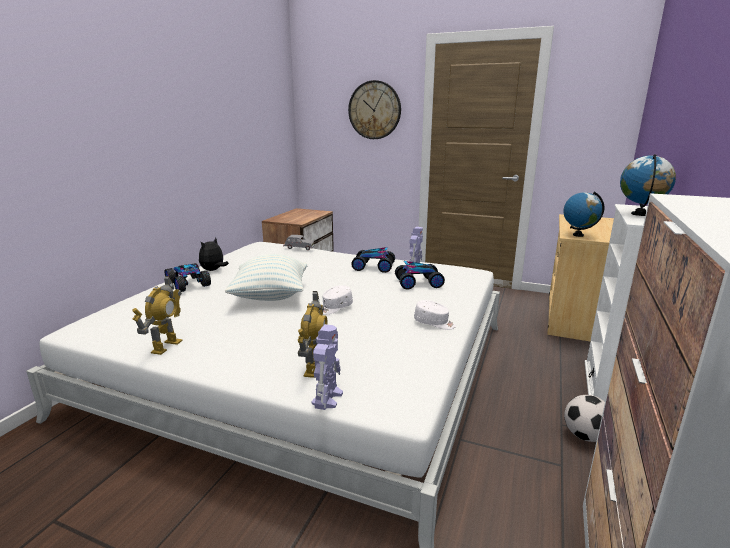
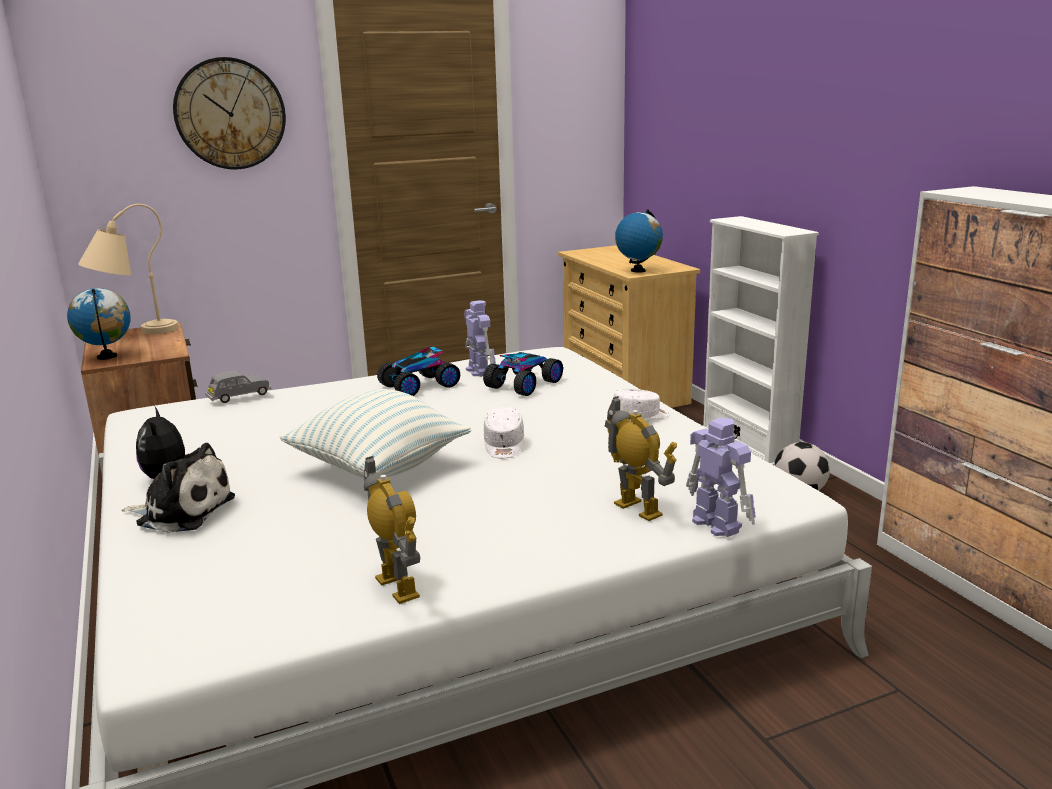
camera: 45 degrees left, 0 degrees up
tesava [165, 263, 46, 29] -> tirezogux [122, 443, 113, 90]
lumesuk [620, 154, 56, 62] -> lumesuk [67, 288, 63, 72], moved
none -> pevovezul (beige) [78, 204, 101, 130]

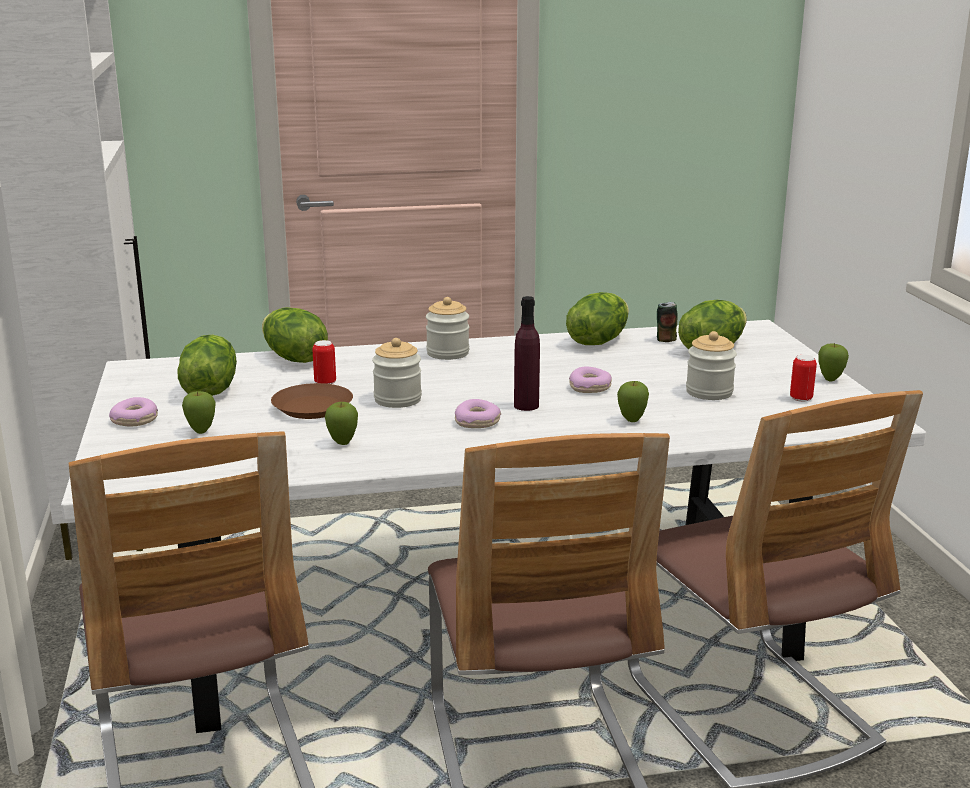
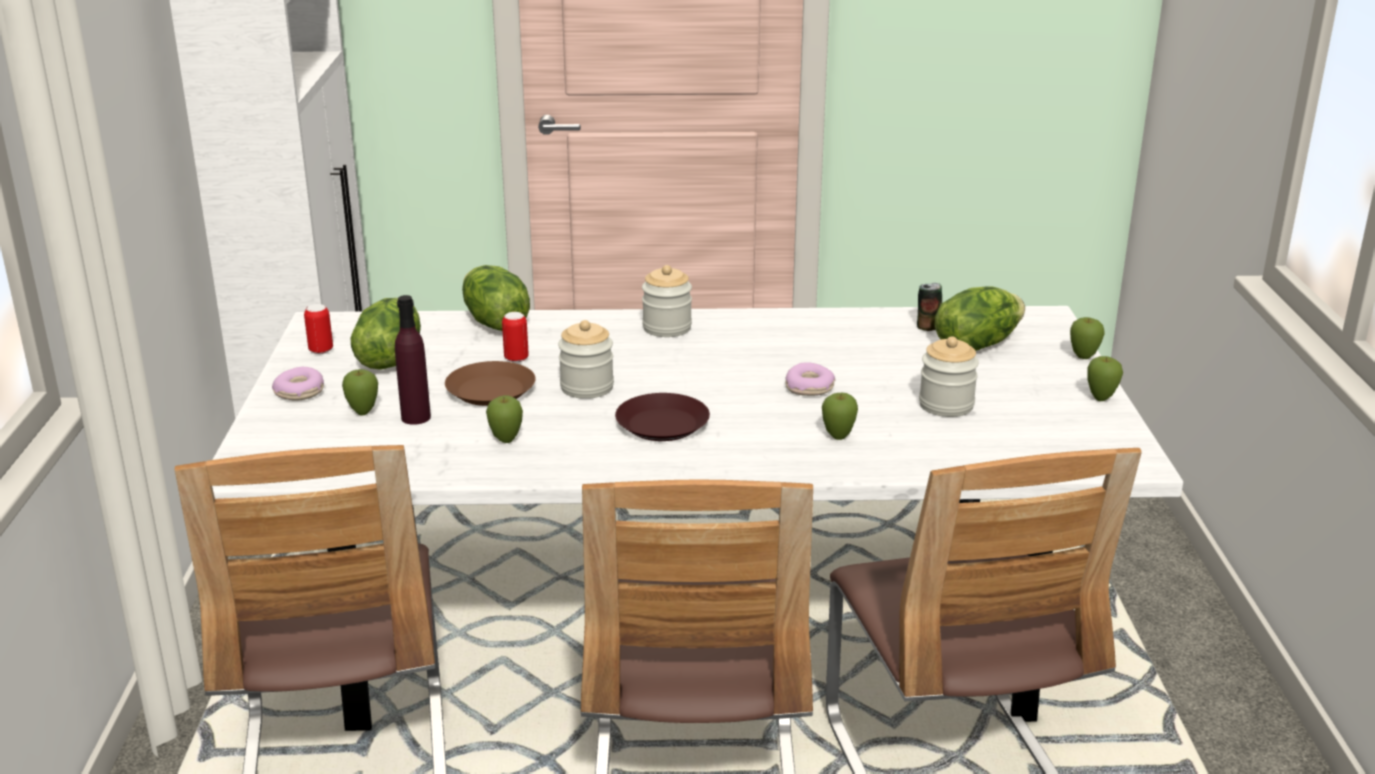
camera: 10 degrees right, 5 degrees up
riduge [455, 399, 46, 29] -> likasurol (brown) [615, 393, 95, 48]
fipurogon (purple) [514, 296, 26, 115] -> fipurogon (purple) [395, 295, 36, 130], moved
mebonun [566, 292, 63, 53] -> none
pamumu [790, 355, 27, 47] -> pamumu [304, 304, 29, 50], moved
none -> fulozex [1070, 317, 35, 42]

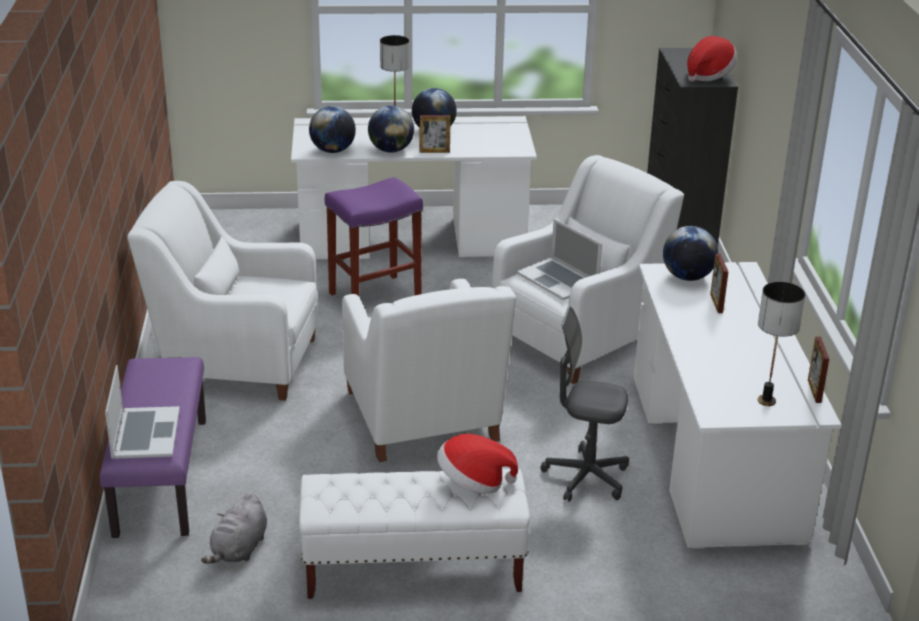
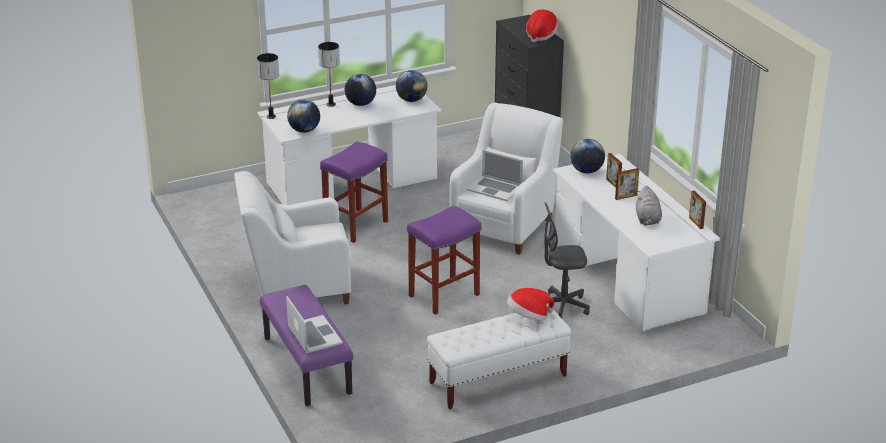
camera: 20 degrees left, 0 degrees up
tirezogux (grey) [201, 493, 66, 71] -> tirezogux (grey) [636, 186, 26, 40], moved
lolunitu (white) [342, 279, 174, 183] -> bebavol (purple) [407, 205, 74, 110]
lumesuk [368, 106, 46, 47] -> lumesuk [396, 70, 31, 32], moved
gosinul [420, 115, 31, 38] -> gosinul [615, 168, 24, 32], moved
pevovezul [758, 282, 47, 124] -> pevovezul [257, 53, 22, 66], moved

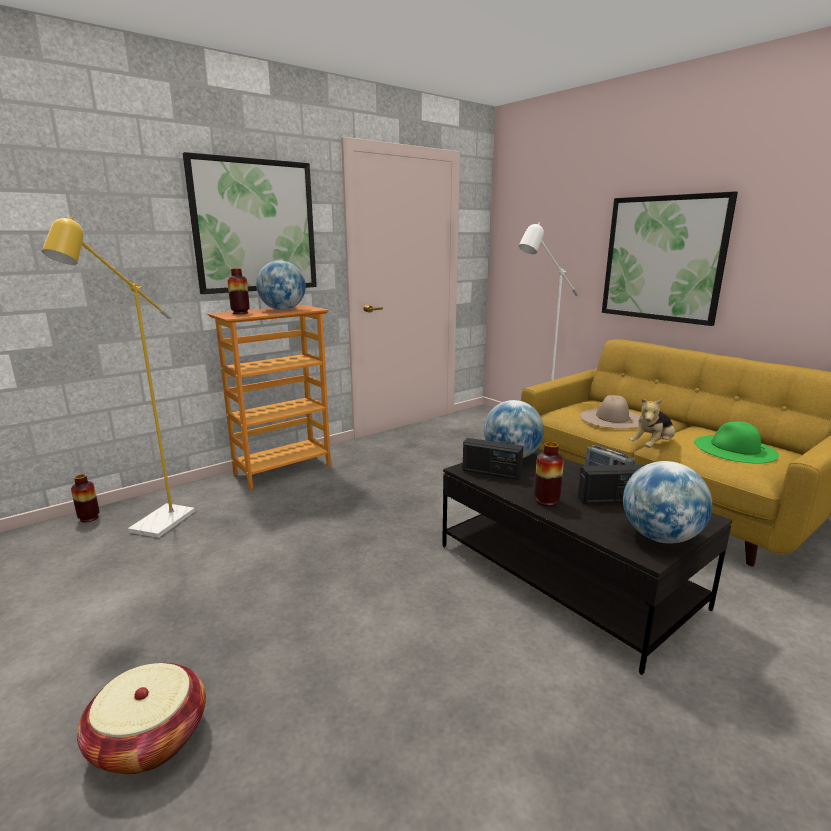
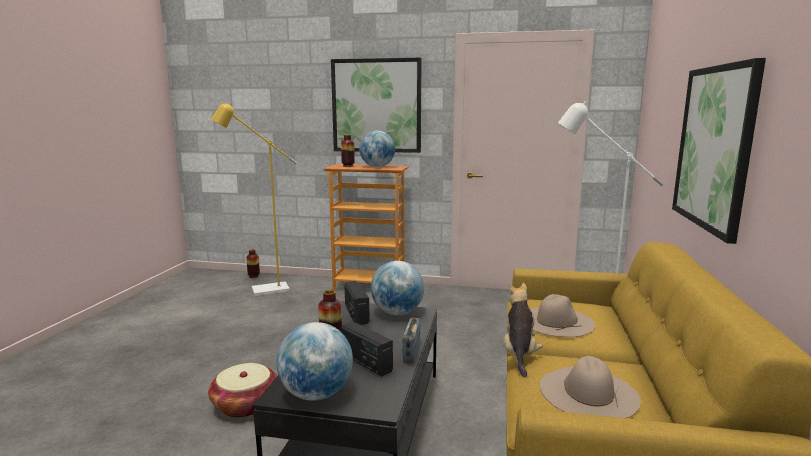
camera: 50 degrees right, 5 degrees down
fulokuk [77, 663, 129, 111] -> fulokuk [208, 363, 69, 55], moved
tirezogux [629, 398, 46, 50] -> tirezogux [504, 283, 39, 94], 90 degrees clockwise
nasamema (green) [694, 421, 85, 42] -> nasamema (beige) [540, 356, 101, 62]

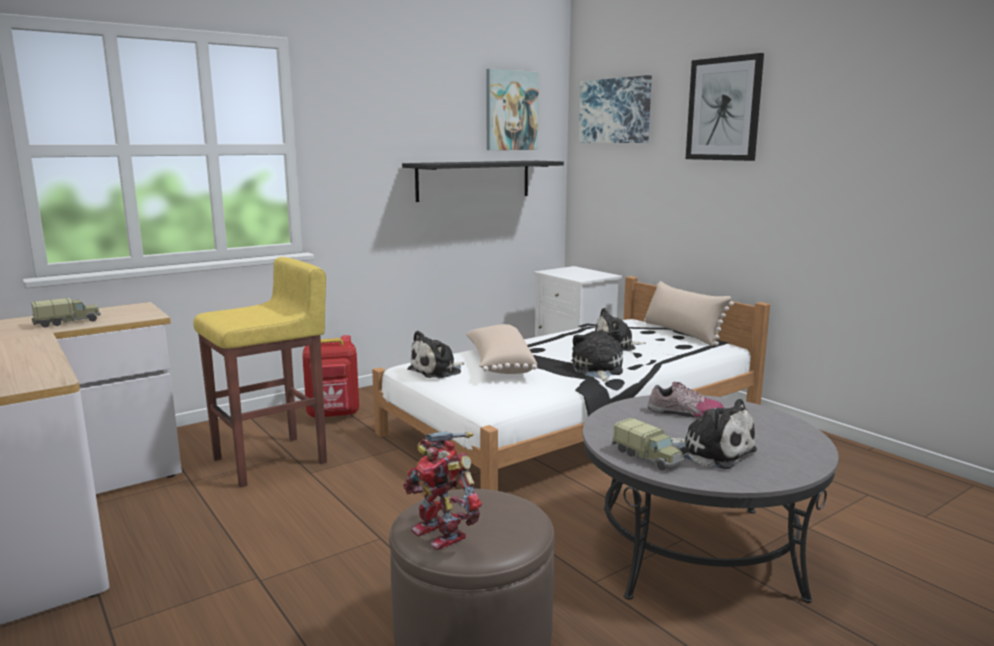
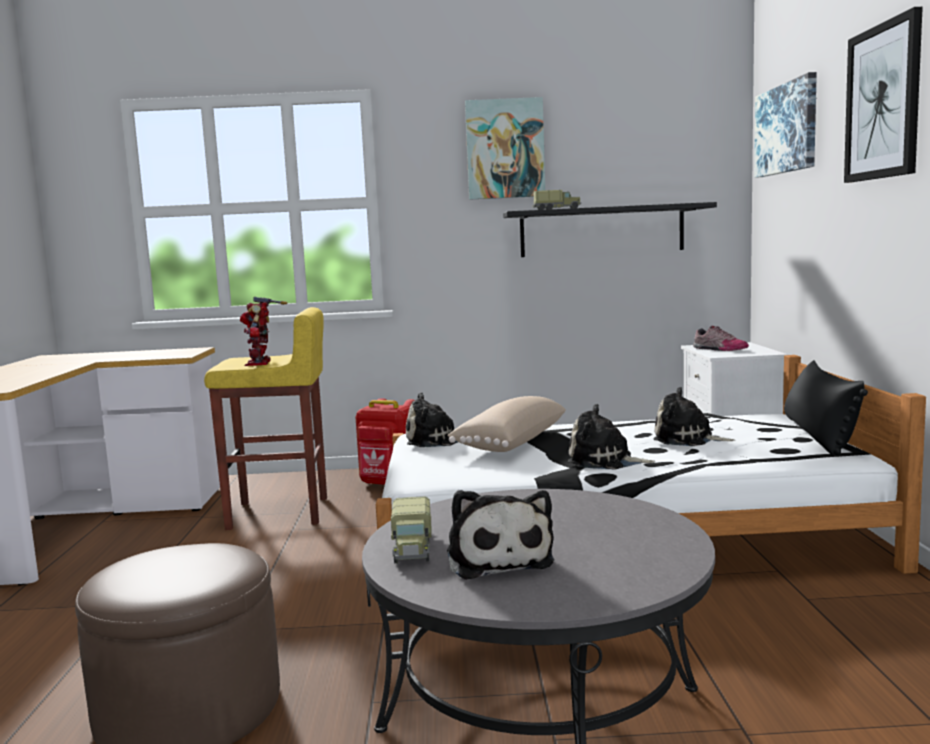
camera: 35 degrees right, 5 degrees down
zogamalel [31, 298, 70, 30] -> zogamalel [533, 190, 48, 20], moved
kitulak [403, 432, 79, 118] -> kitulak [240, 297, 47, 69], moved
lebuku [486, 69, 53, 81] -> lebuku [465, 97, 80, 103], moved
tirezogux [572, 330, 51, 52] -> tirezogux [568, 404, 87, 66], 105 degrees counterclockwise
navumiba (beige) [644, 281, 90, 65] -> navumiba (black) [784, 360, 84, 95]
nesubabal [647, 382, 77, 36] -> nesubabal [693, 326, 56, 25], moved

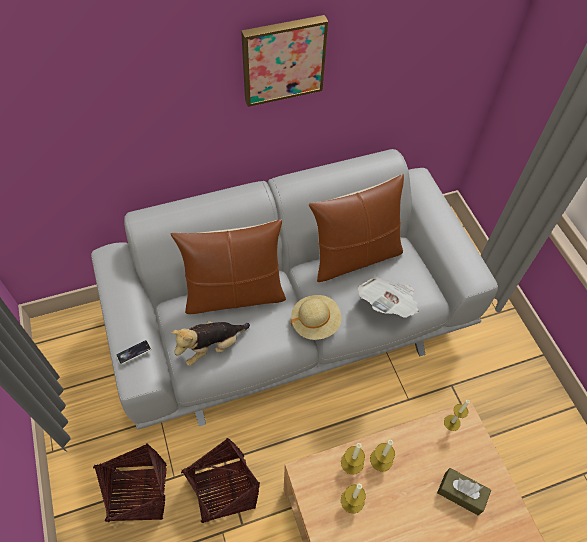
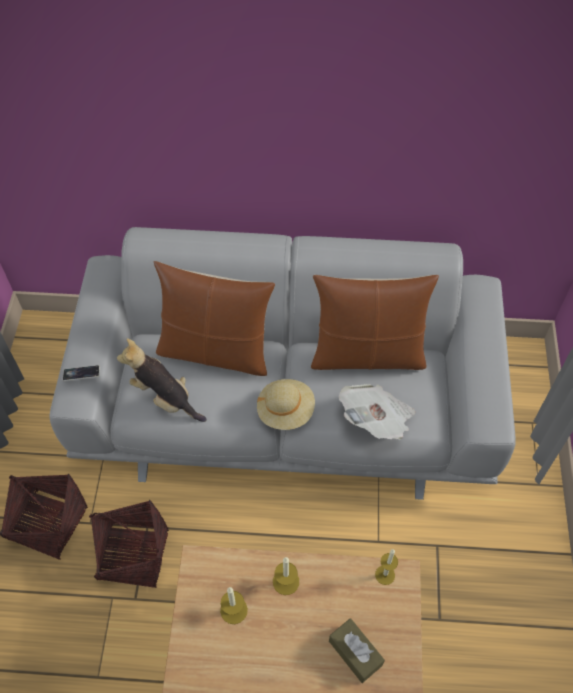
camera: 25 degrees right, 0 degrees up
tirezogux [171, 321, 79, 45] -> tirezogux [117, 339, 90, 83], 45 degrees clockwise
lebuku [241, 15, 87, 92] -> none
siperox [341, 443, 24, 32] -> none

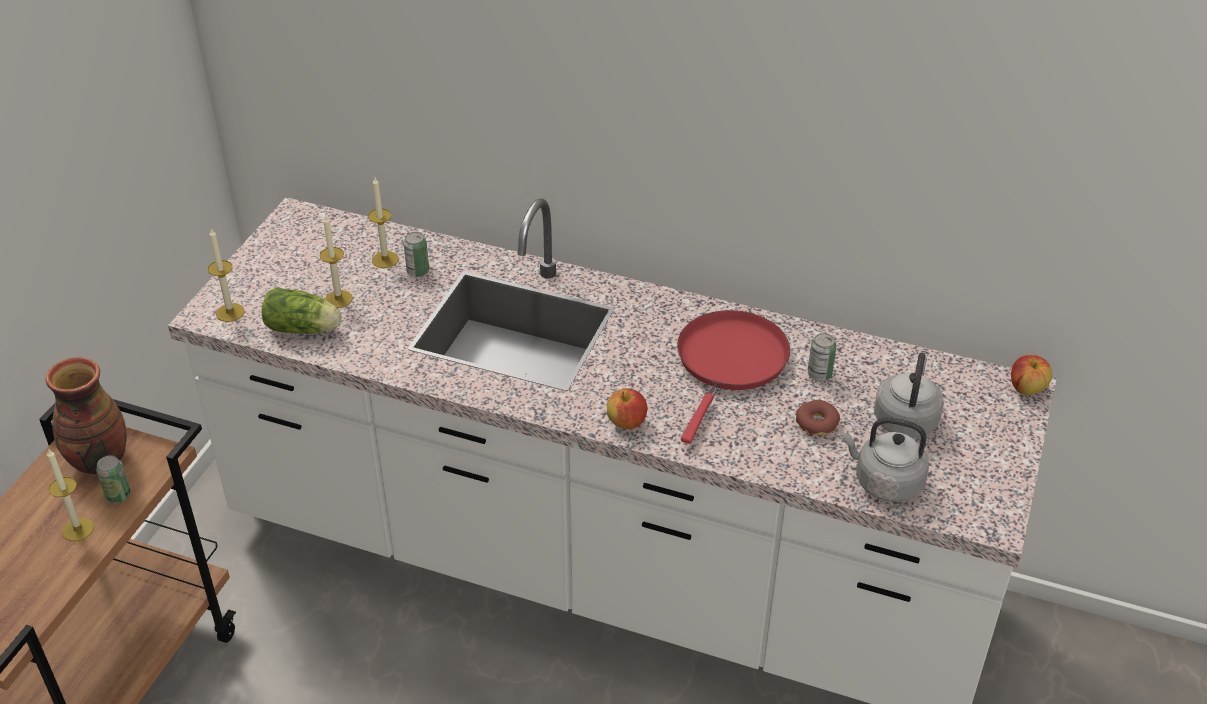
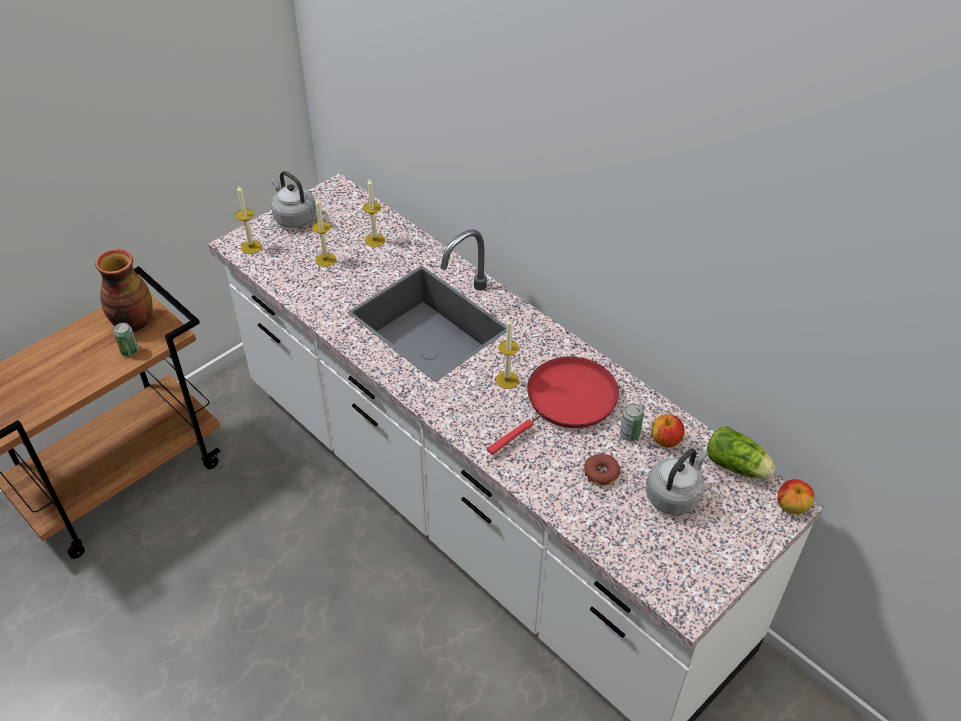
camera: 25 degrees right, 5 degrees up
siperox [47, 448, 47, 93] -> siperox [496, 319, 23, 70], moved
mebonun [262, 287, 79, 47] -> mebonun [707, 427, 69, 52], moved
pamumu [403, 232, 26, 45] -> none
fulozex [607, 388, 40, 42] -> fulozex [651, 414, 34, 34], moved
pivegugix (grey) [842, 417, 87, 85] -> pivegugix (grey) [271, 171, 45, 57], moved

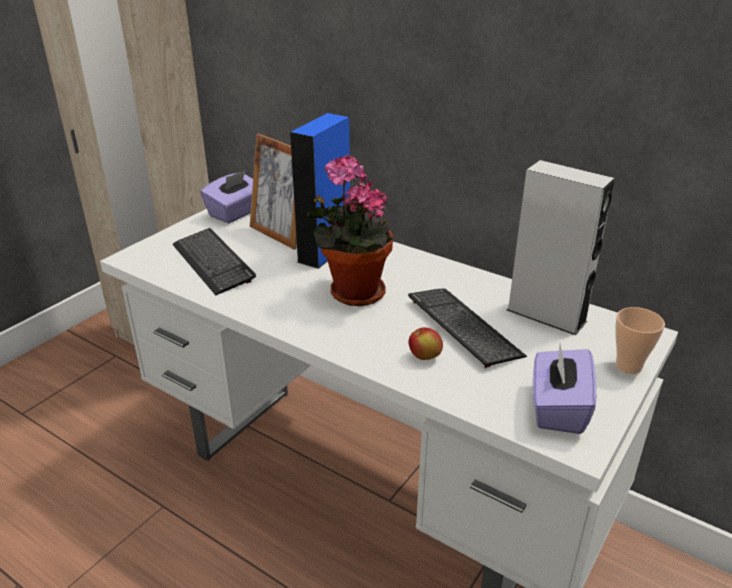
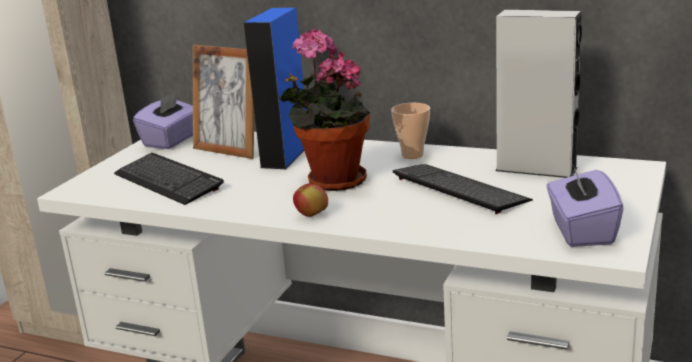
camera: 10 degrees left, 10 degrees down
fulozex [409, 327, 34, 33] -> fulozex [293, 183, 35, 34], moved
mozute [615, 307, 50, 67] -> mozute [391, 103, 39, 56], moved

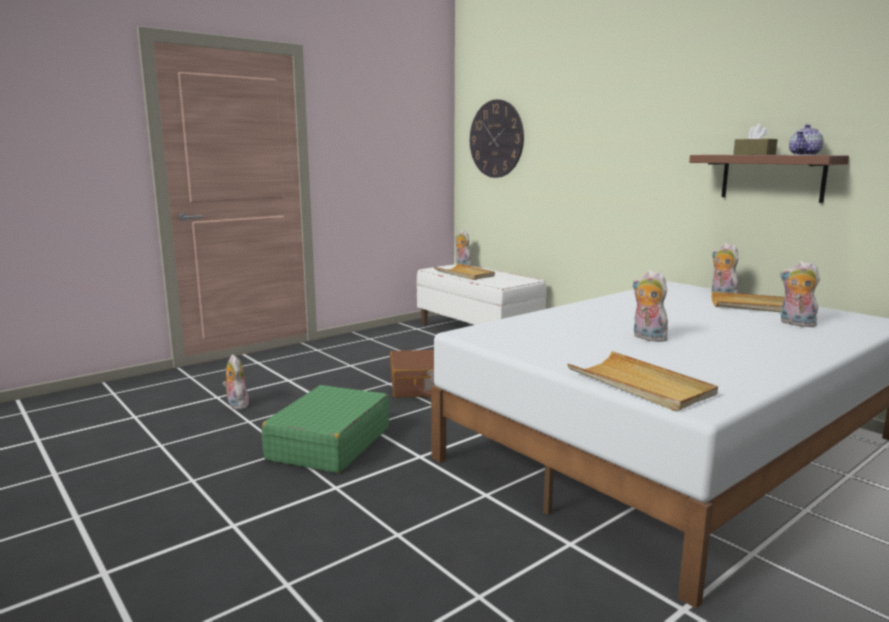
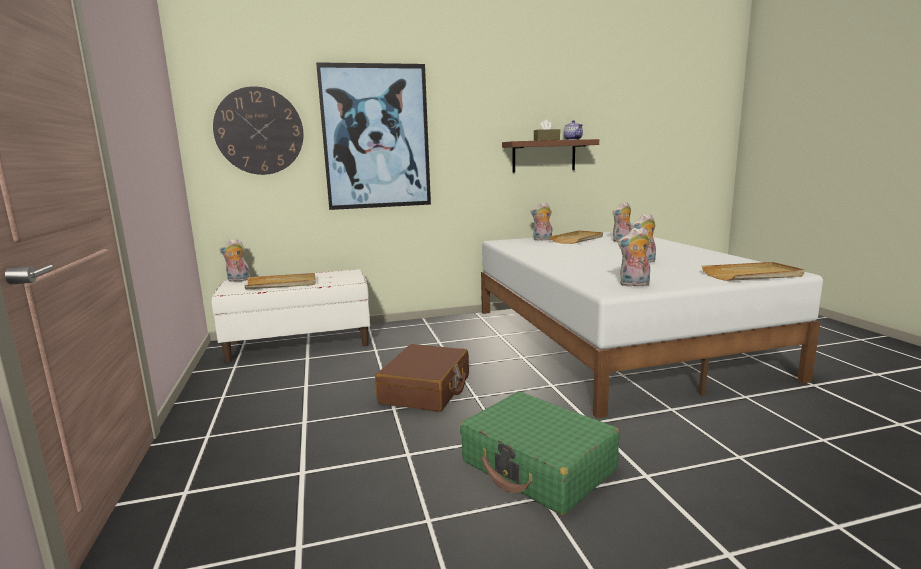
camera: 65 degrees left, 0 degrees up
tirezogux [223, 354, 26, 55] -> tirezogux [617, 227, 33, 60], moved
none -> lebuku [316, 62, 115, 148]

